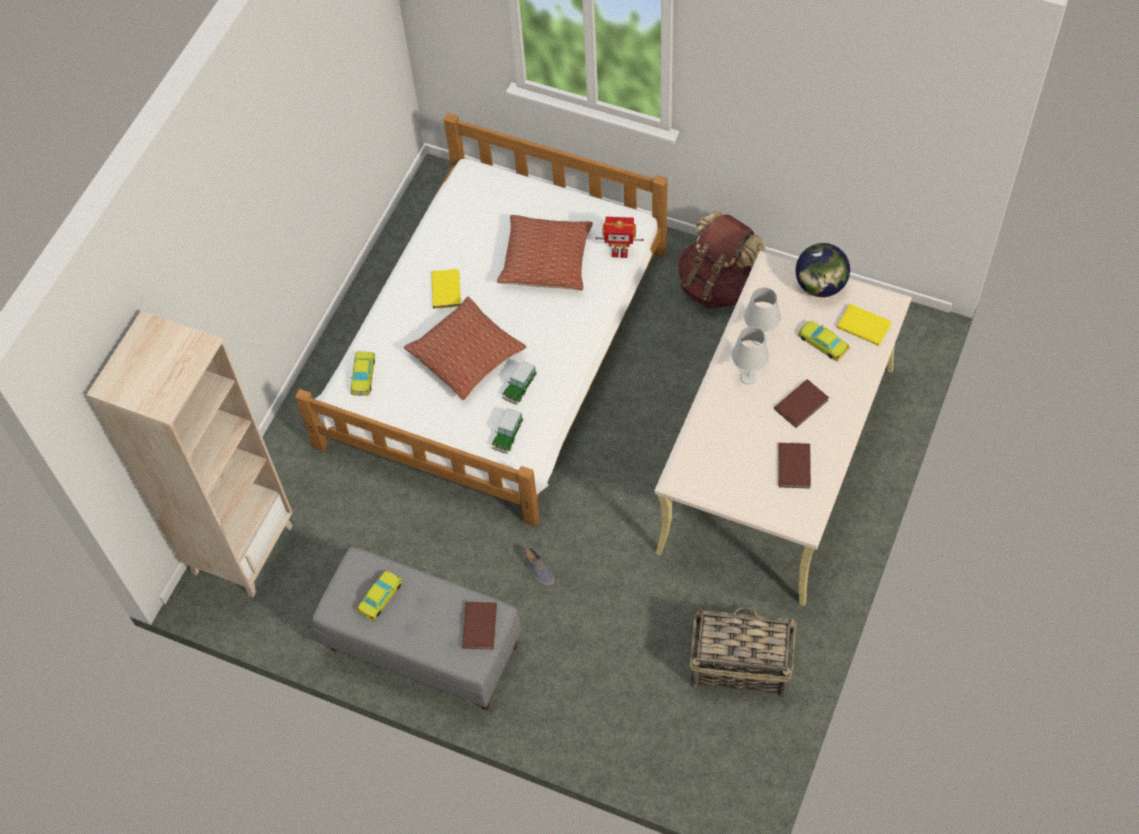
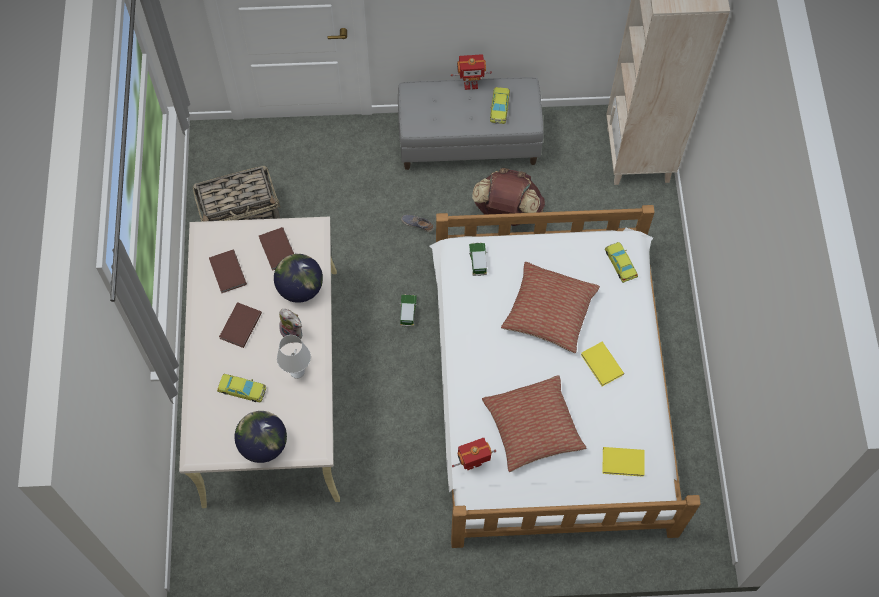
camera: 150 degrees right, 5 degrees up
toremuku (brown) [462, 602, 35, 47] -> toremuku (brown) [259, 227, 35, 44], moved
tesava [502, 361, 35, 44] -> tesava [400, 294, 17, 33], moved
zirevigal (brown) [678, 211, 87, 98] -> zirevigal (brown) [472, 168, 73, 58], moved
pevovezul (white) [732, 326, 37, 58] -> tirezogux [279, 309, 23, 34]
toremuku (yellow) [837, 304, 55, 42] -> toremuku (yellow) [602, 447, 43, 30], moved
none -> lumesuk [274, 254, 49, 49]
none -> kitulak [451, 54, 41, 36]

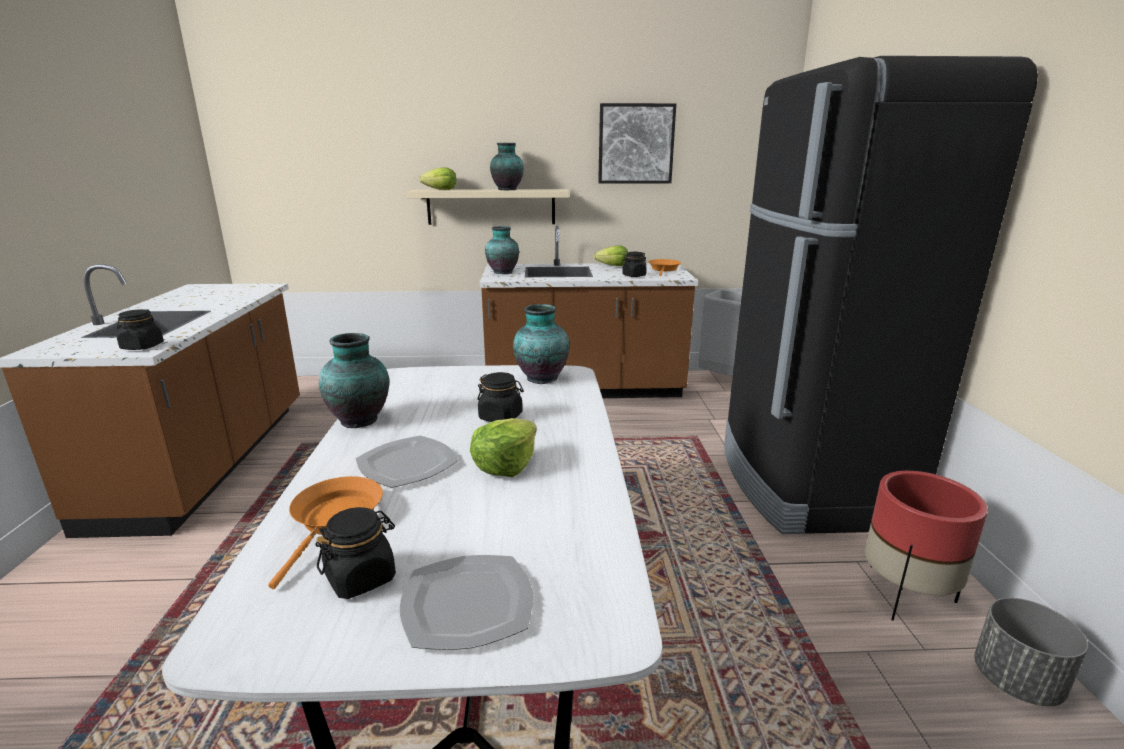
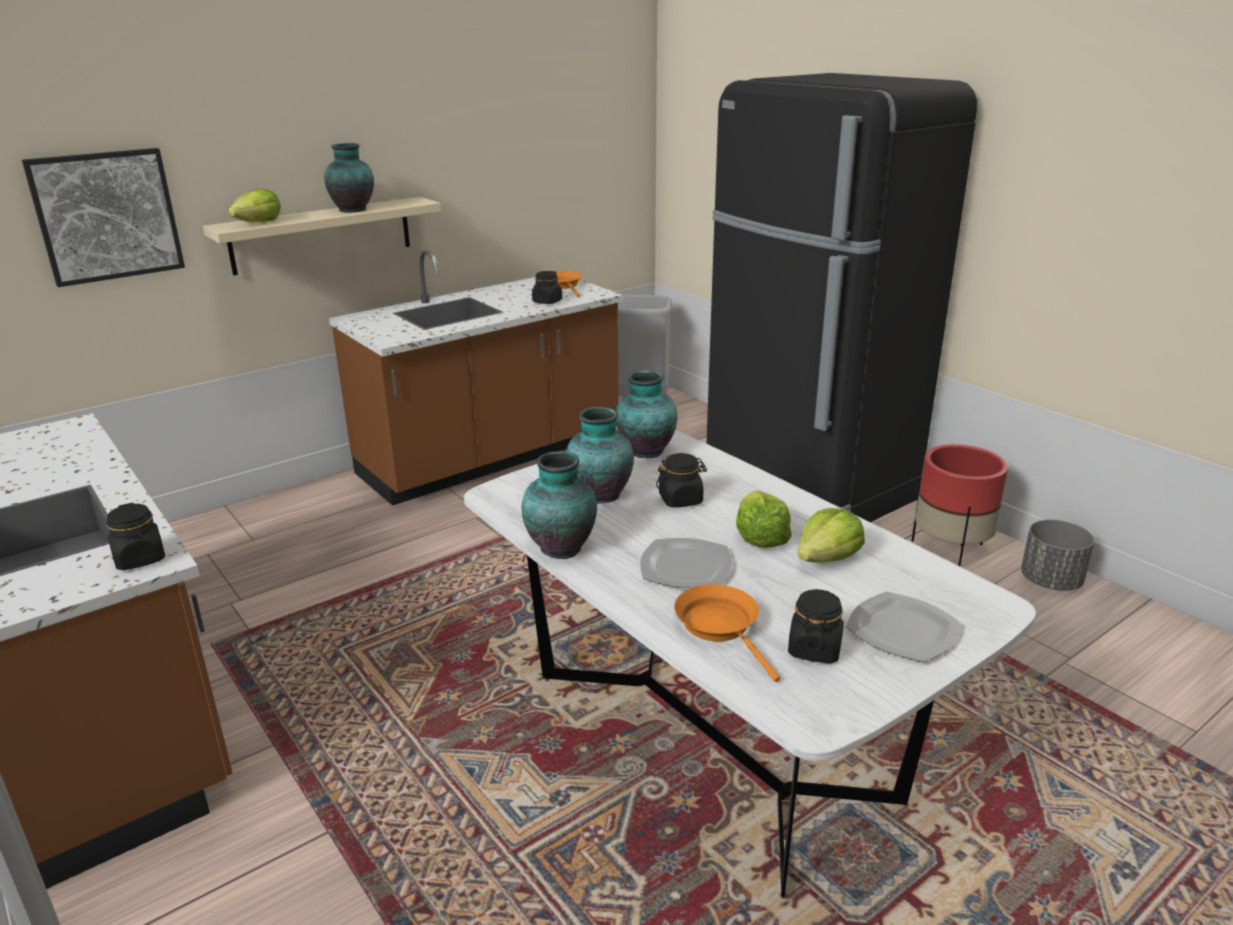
camera: 35 degrees left, 5 degrees up
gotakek [485, 226, 34, 48] -> gotakek [566, 407, 68, 97], moved
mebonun [594, 245, 34, 21] -> mebonun [797, 508, 68, 55], moved
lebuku [598, 103, 78, 81] -> lebuku [22, 148, 163, 139], moved

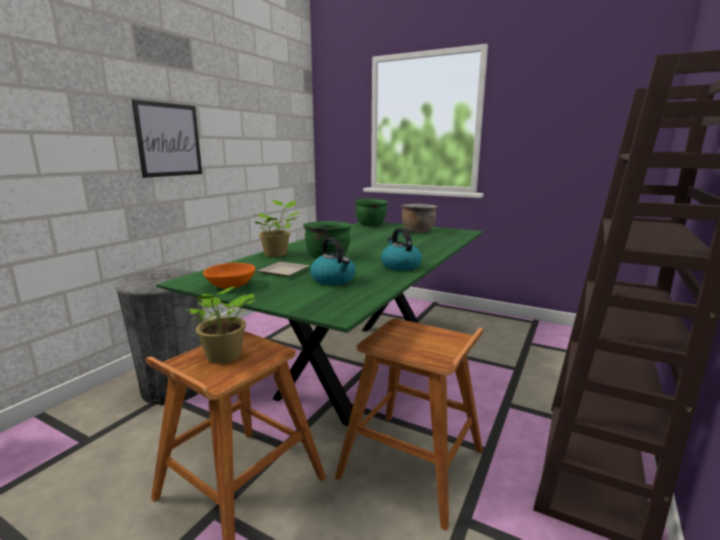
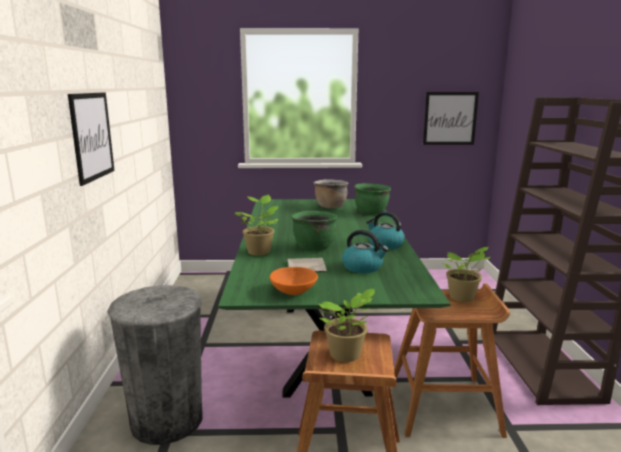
camera: 30 degrees left, 0 degrees up
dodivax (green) [355, 198, 33, 28] -> dodivax (green) [354, 183, 37, 31], moved
none -> lebuku [423, 92, 56, 53]
none -> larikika [442, 247, 49, 55]

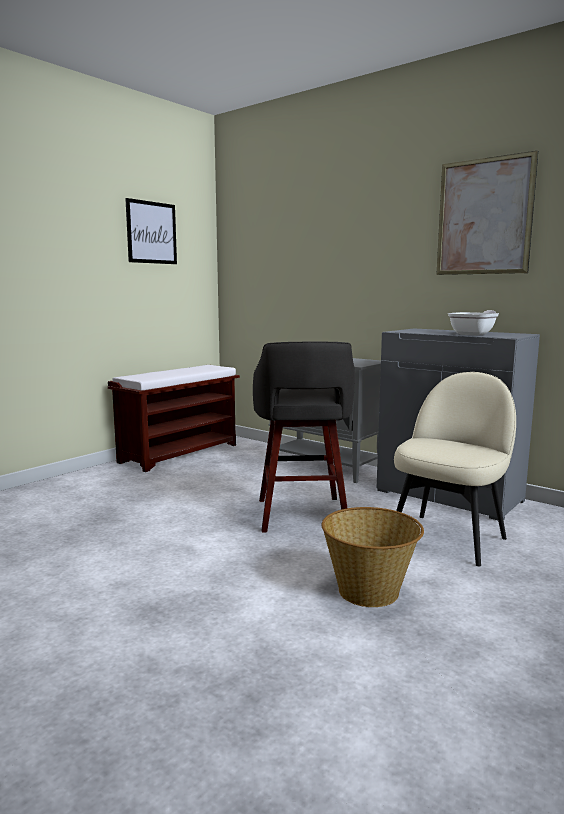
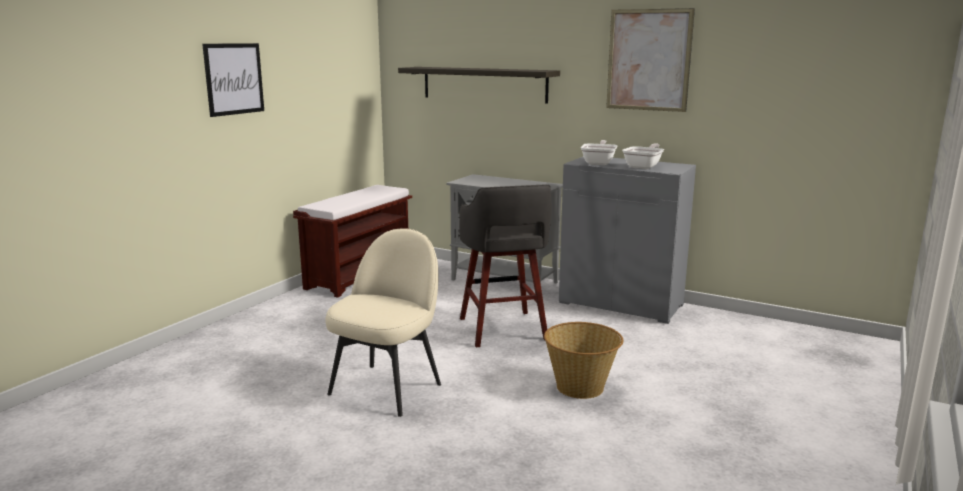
camera: 10 degrees left, 5 degrees up
lebuku [125, 198, 52, 66] -> lebuku [202, 43, 62, 74], moved
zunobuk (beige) [394, 372, 122, 194] -> zunobuk (beige) [325, 228, 116, 189], moved
none -> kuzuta [398, 67, 162, 37]
none -> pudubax [581, 140, 36, 25]

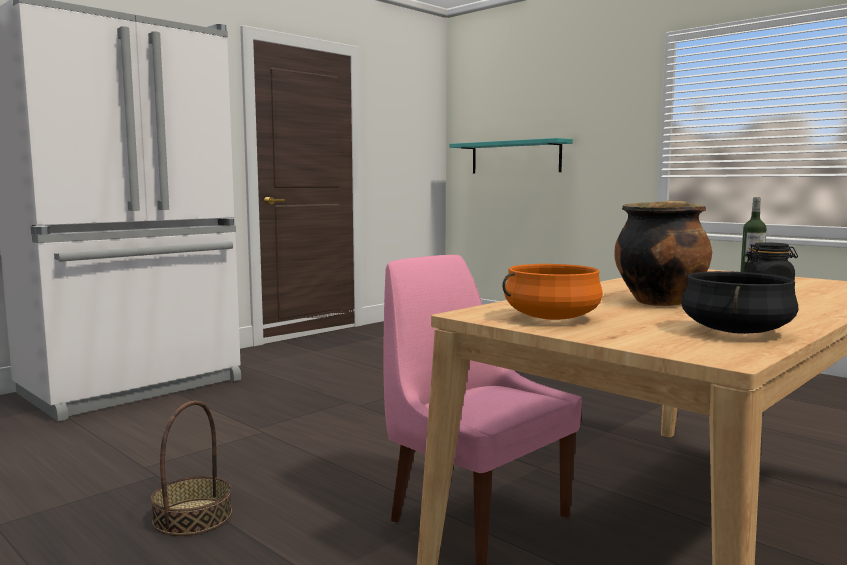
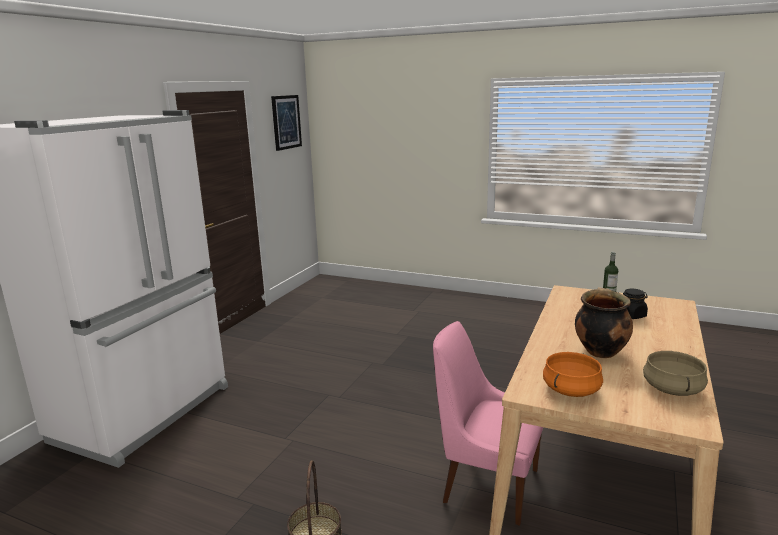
camera: 20 degrees left, 10 degrees up
kuzuta (turquoise) [450, 138, 123, 35] -> none
dodivax (black) [681, 271, 117, 63] -> dodivax (beige) [643, 351, 65, 45]
none -> lebuku [271, 95, 31, 56]

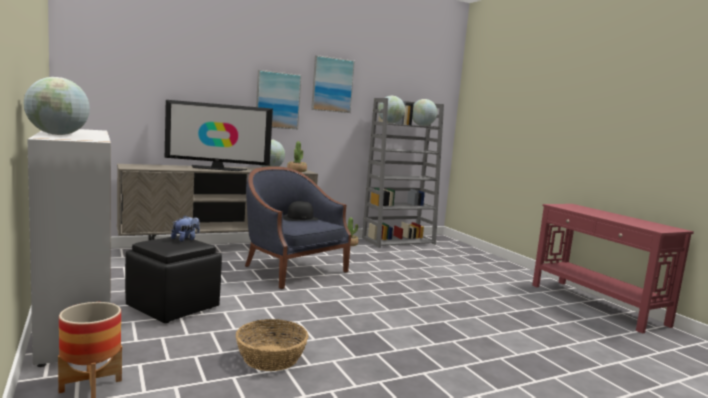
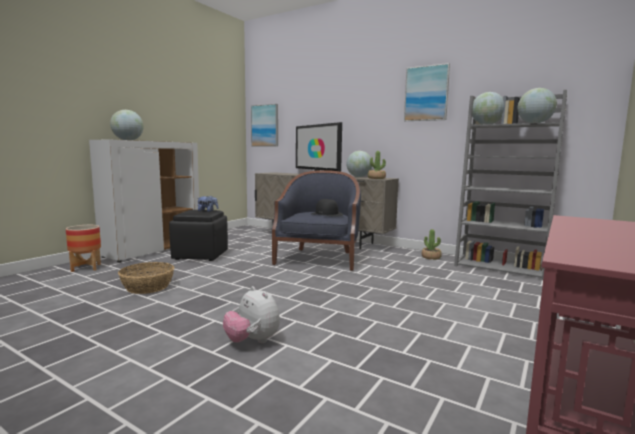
camera: 60 degrees right, 0 degrees up
lebuku [256, 70, 46, 59] -> lebuku [251, 104, 27, 43], moved
none -> tirezogux [223, 286, 57, 57]

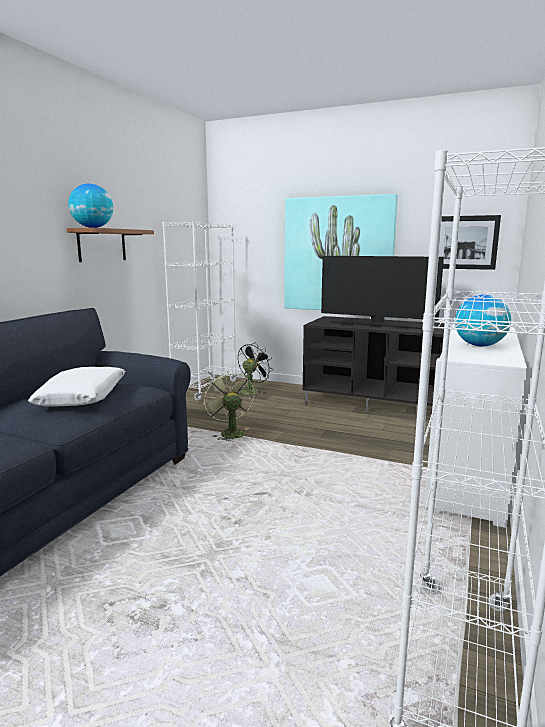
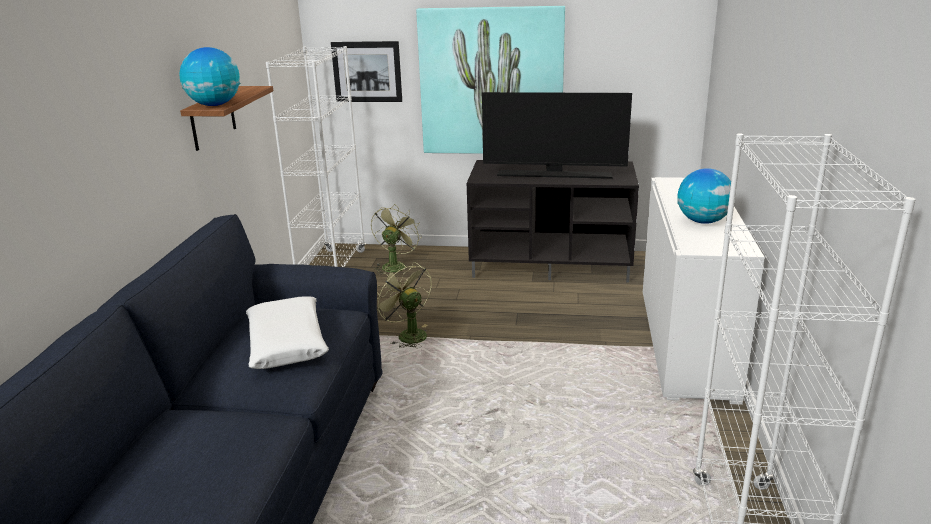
camera: 15 degrees left, 10 degrees up
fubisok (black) [236, 343, 37, 52] -> fubisok (green) [371, 205, 51, 69]
lebuku [439, 215, 62, 55] -> lebuku [331, 41, 71, 61], moved

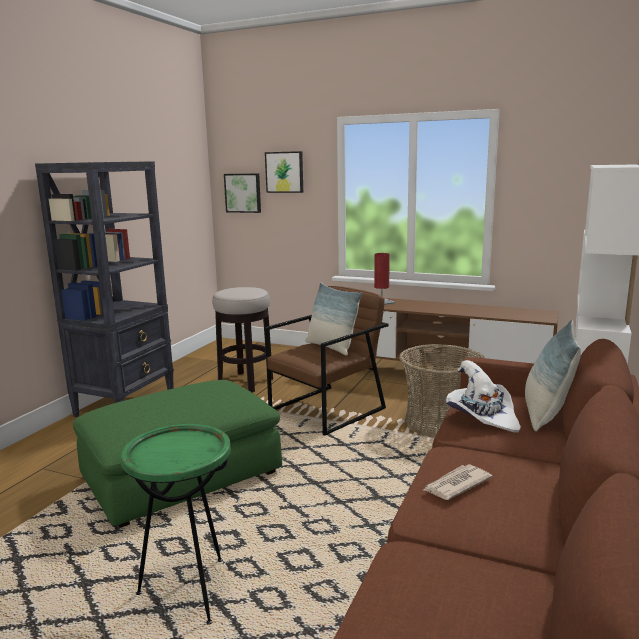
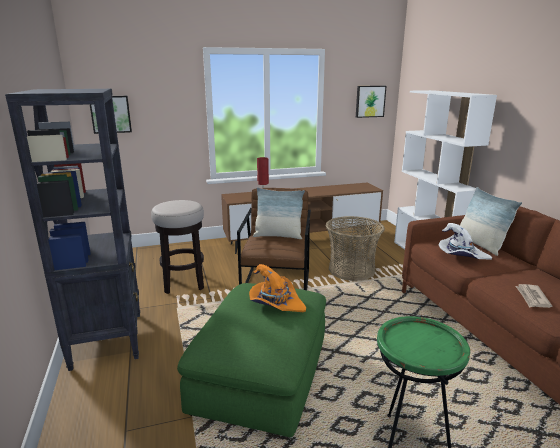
camera: 40 degrees left, 5 degrees up
lebuku [265, 151, 38, 42] -> lebuku [356, 86, 31, 32], moved
none -> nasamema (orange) [249, 264, 57, 48]

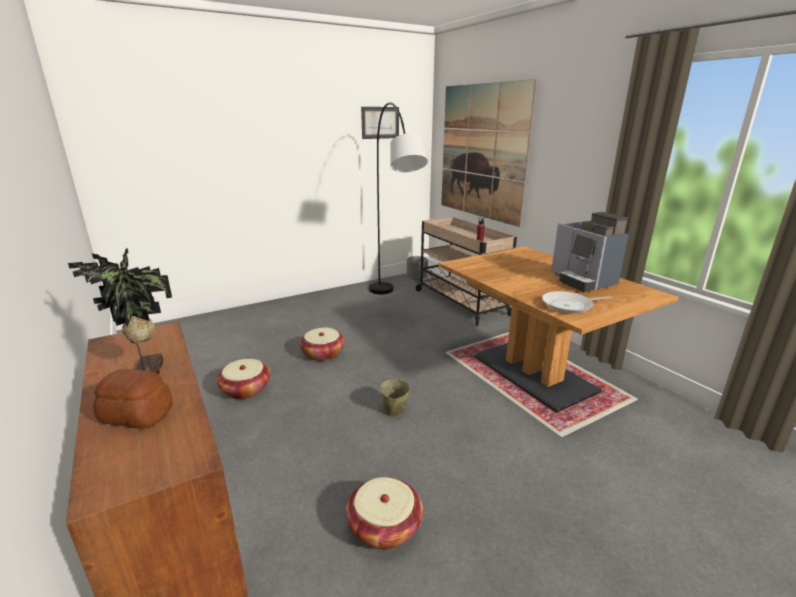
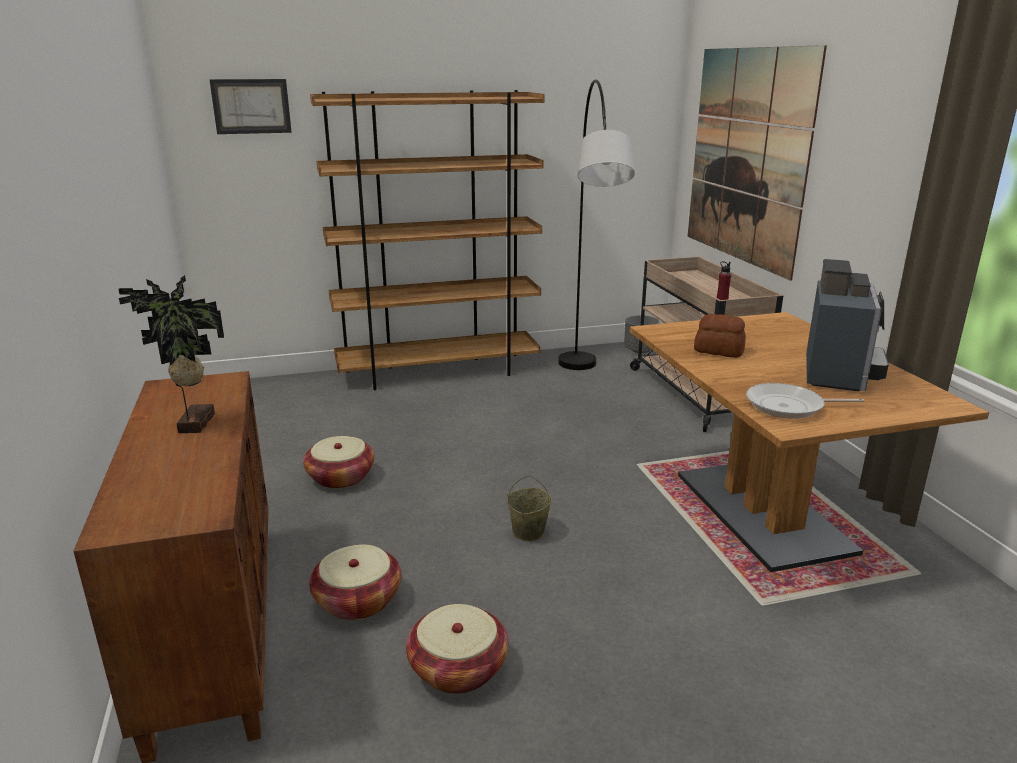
camera: 15 degrees right, 0 degrees up
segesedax [94, 369, 79, 60] -> segesedax [694, 314, 52, 44], moved
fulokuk [300, 327, 45, 34] -> fulokuk [309, 545, 93, 75], moved
lebuku [361, 107, 38, 32] -> lebuku [209, 79, 83, 55], moved
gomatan [551, 212, 78, 80] -> gomatan [806, 259, 83, 132], 150 degrees counterclockwise
none -> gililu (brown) [310, 90, 235, 300]

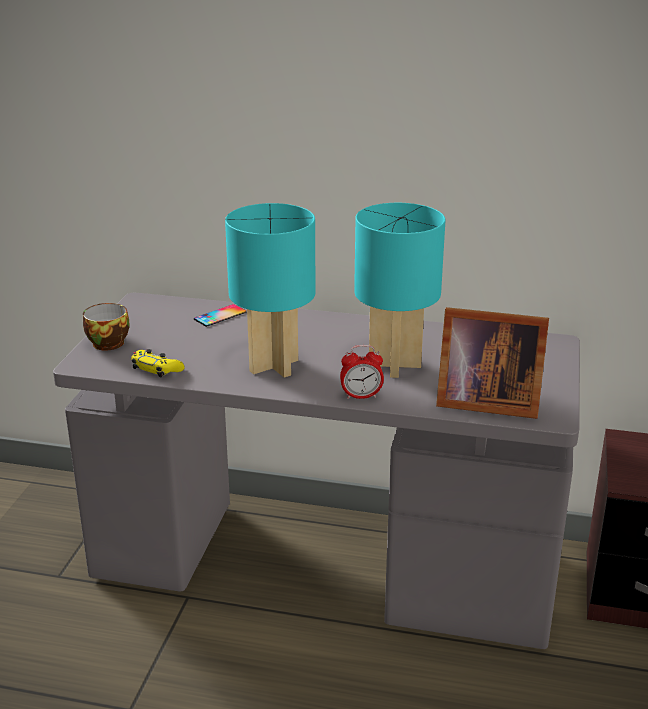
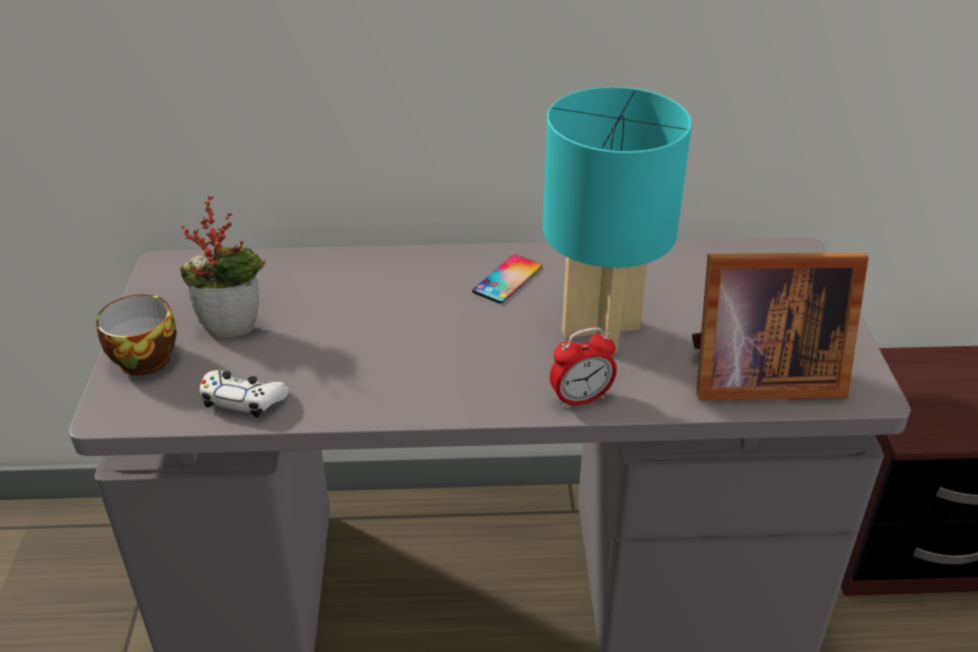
camera: 15 degrees left, 10 degrees up
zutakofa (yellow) [131, 349, 53, 28] -> zutakofa (white) [200, 370, 89, 48]
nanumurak [194, 304, 52, 23] -> nanumurak [472, 254, 70, 50], moved
pevovezul (turquoise) [225, 203, 90, 175] -> none
none -> larikika [180, 195, 86, 143]

